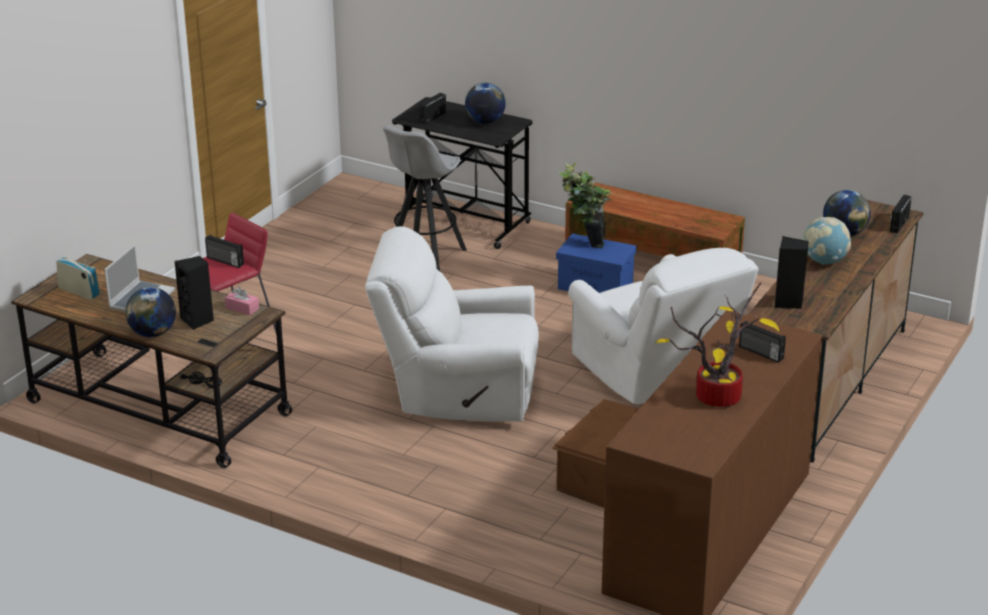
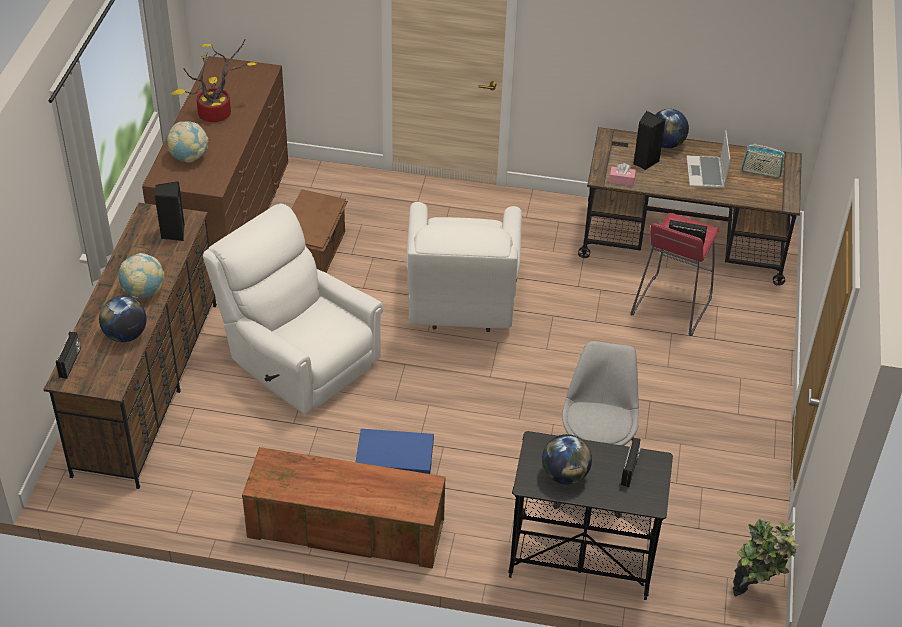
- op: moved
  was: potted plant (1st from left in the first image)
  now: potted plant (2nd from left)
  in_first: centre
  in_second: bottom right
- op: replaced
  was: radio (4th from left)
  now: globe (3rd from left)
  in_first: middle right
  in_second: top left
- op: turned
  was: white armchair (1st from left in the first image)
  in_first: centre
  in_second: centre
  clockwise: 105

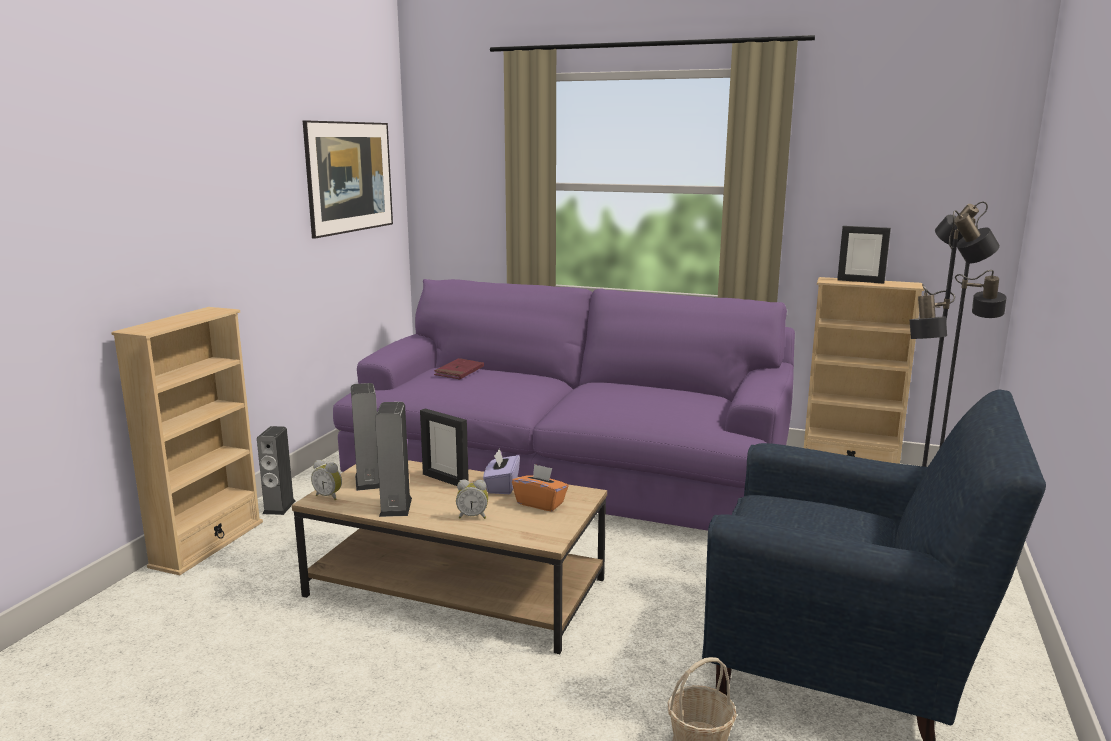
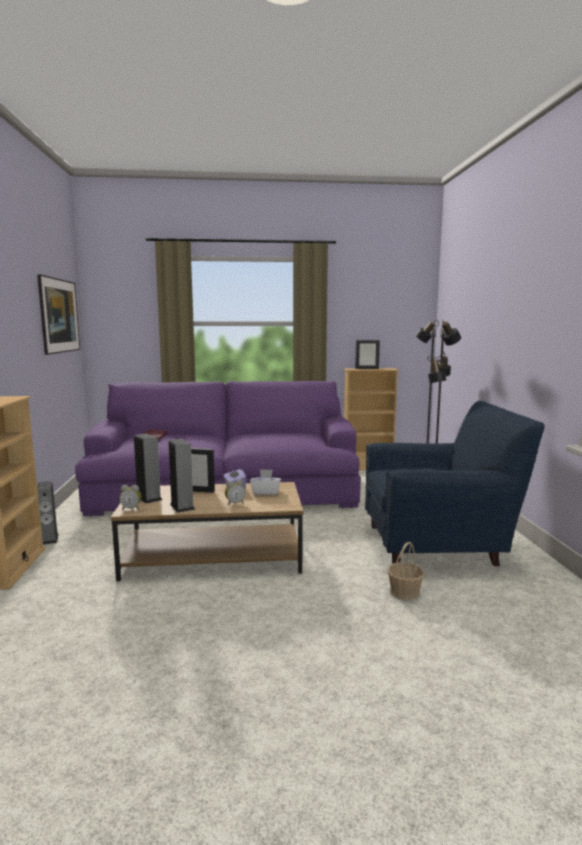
- op: recoloured
  was: orange tissue box
  now: white tissue box
  in_first: centre
  in_second: centre

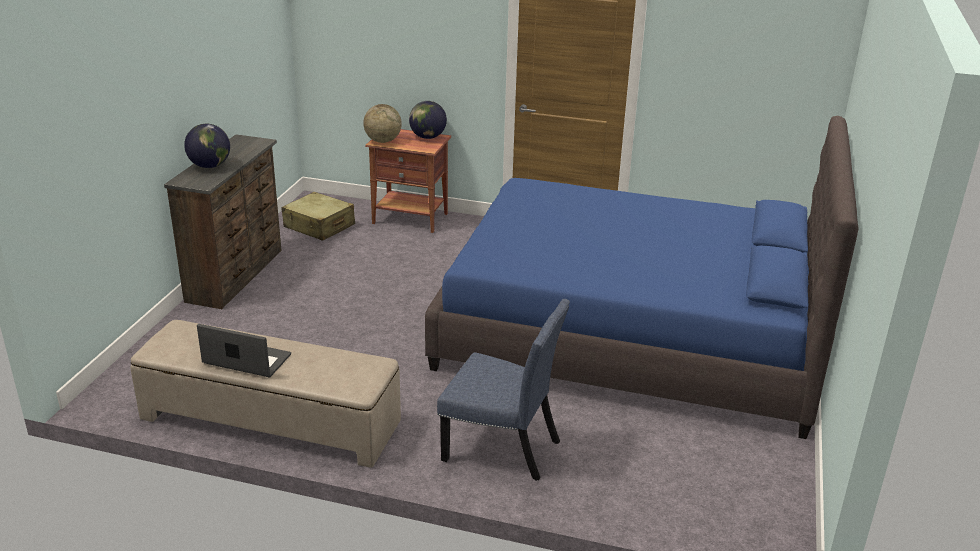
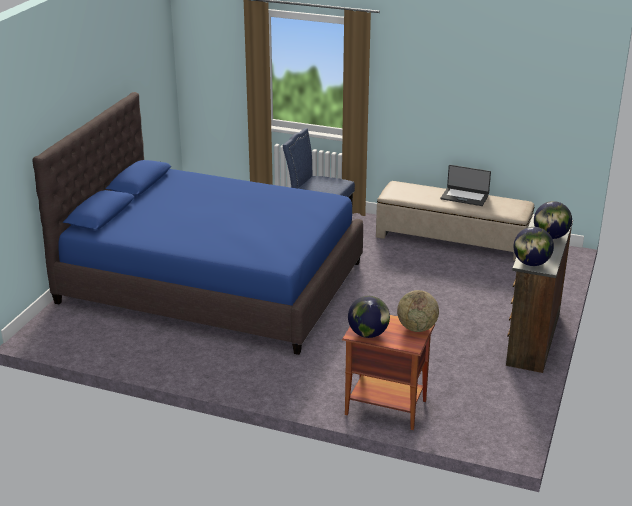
- op: removed
  was: beige suitcase
  in_first: middle left
- op: added
  now: globe (3rd from left)
  in_second: middle right

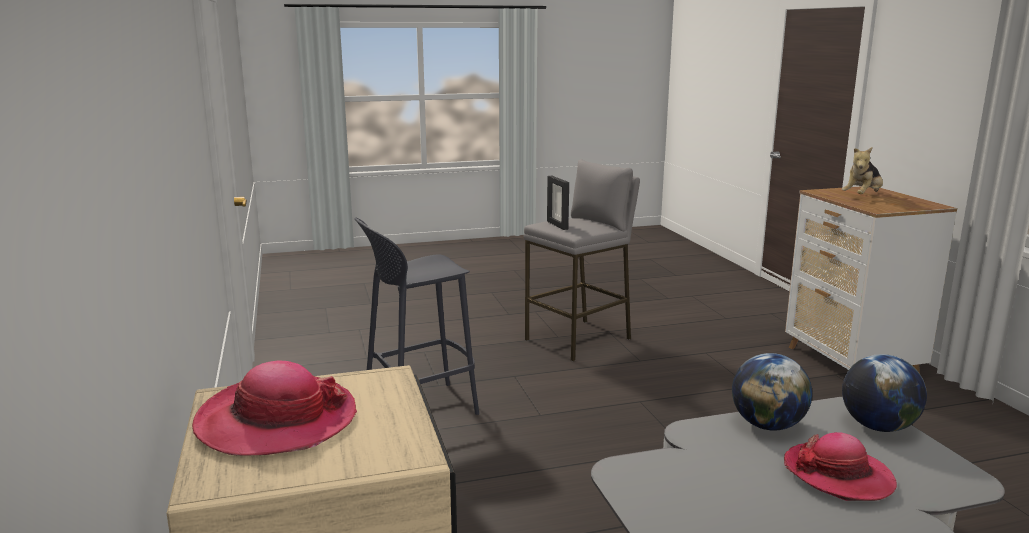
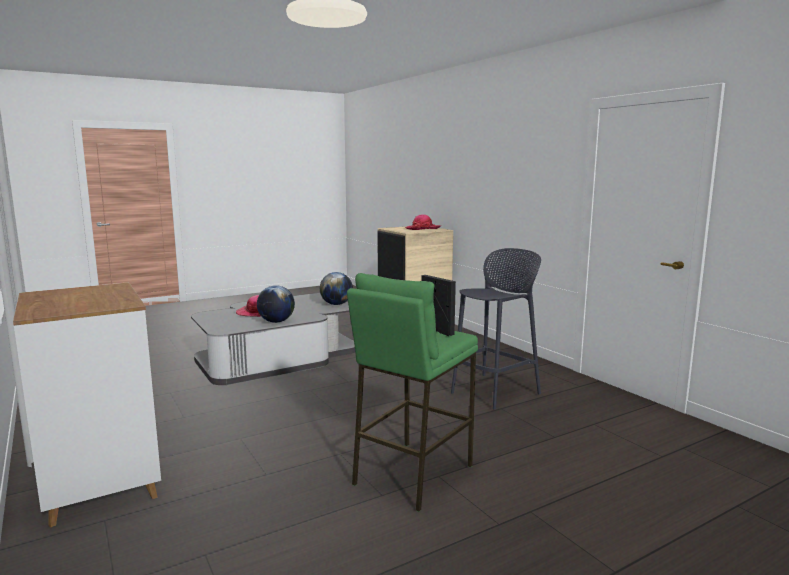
- op: removed
  was: plush toy
  in_first: top right
- op: moved
  was: globe (2nd from left)
  in_first: bottom right
  in_second: centre
- op: recoloured
  was: grey stool (2nd from left)
  now: green stool
  in_first: centre
  in_second: bottom centre

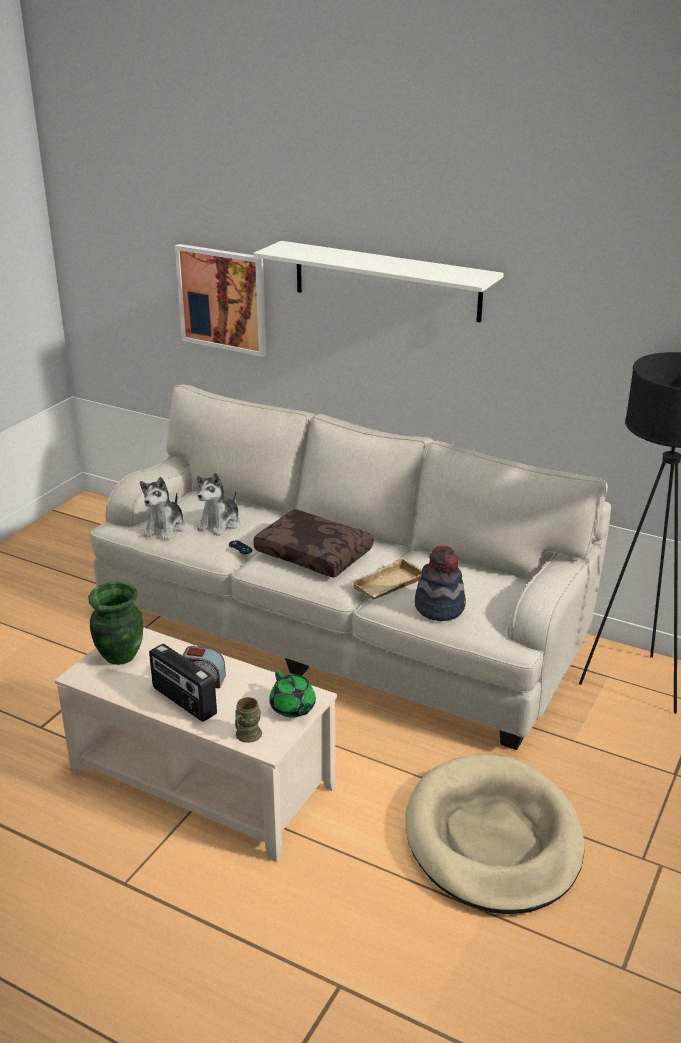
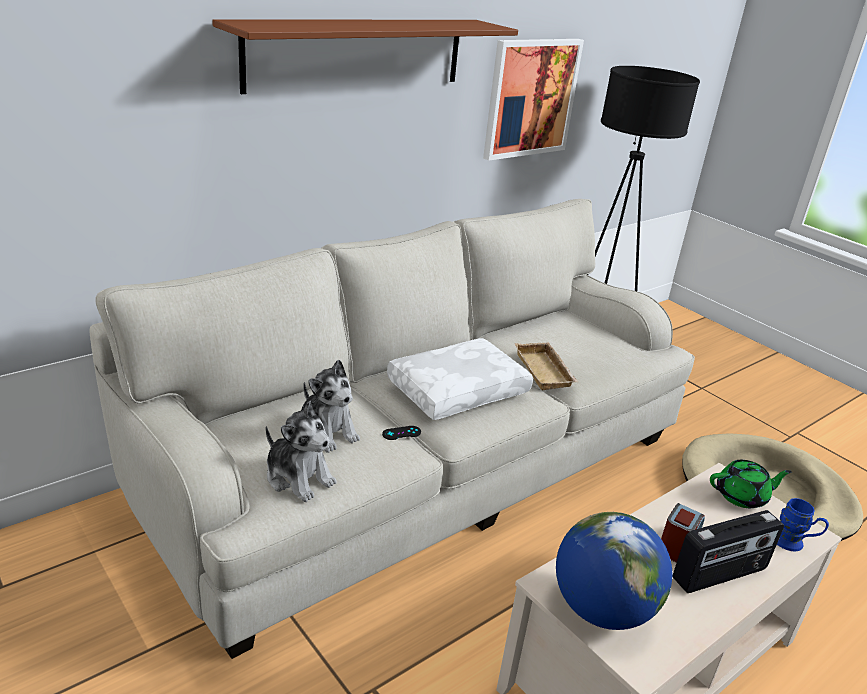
- op: removed
  was: hat
  in_first: centre
- op: moved
  was: picture
  in_first: top left
  in_second: top centre
- op: replaced
  was: green vase
  now: globe
  in_first: middle left
  in_second: bottom right
- op: recoloured
  was: brown mug
  now: blue mug
  in_first: bottom centre
  in_second: bottom right
- op: recoloured
  was: white shelf
  now: brown shelf
  in_first: top centre
  in_second: top centre
- op: recoloured
  was: brown pillow
  now: white pillow
  in_first: centre
  in_second: centre

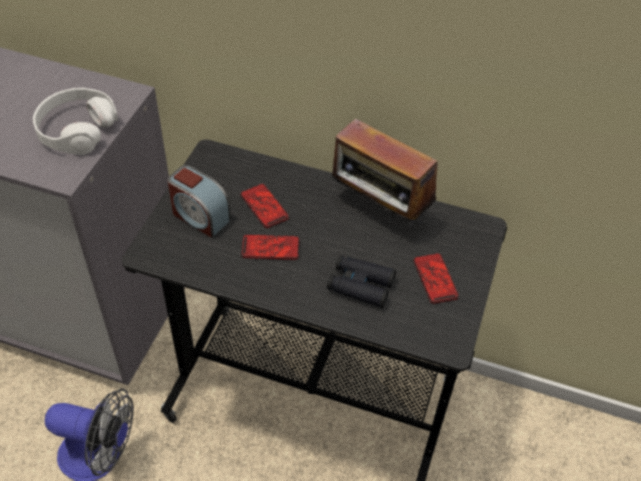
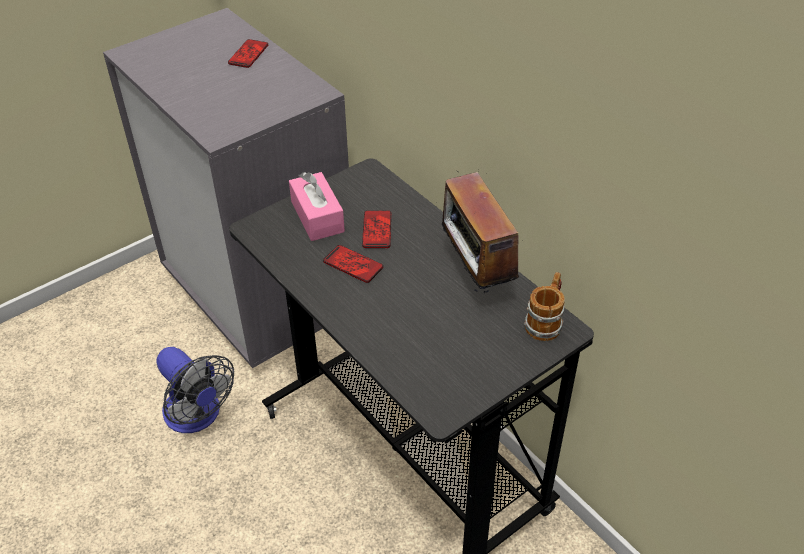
- op: removed
  was: white headphones
  in_first: top left
- op: removed
  was: black binoculars
  in_first: centre
- op: added
  now: mug
  in_second: middle right
- op: moved
  was: phone (3rd from left in the first image)
  now: phone (1st from left)
  in_first: middle right
  in_second: top left
- op: replaced
  was: alarm clock
  now: pink tissue box
  in_first: middle left
  in_second: centre

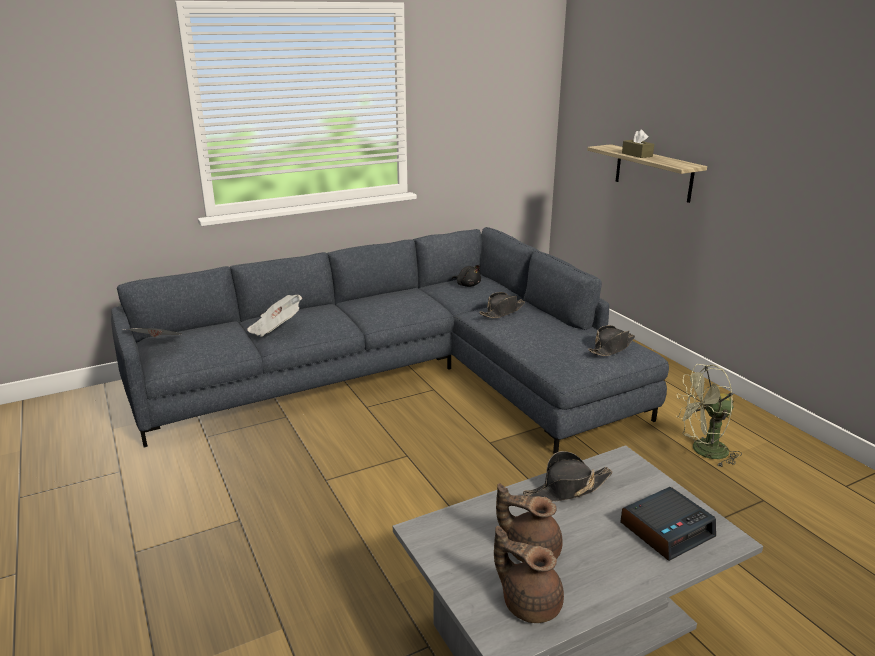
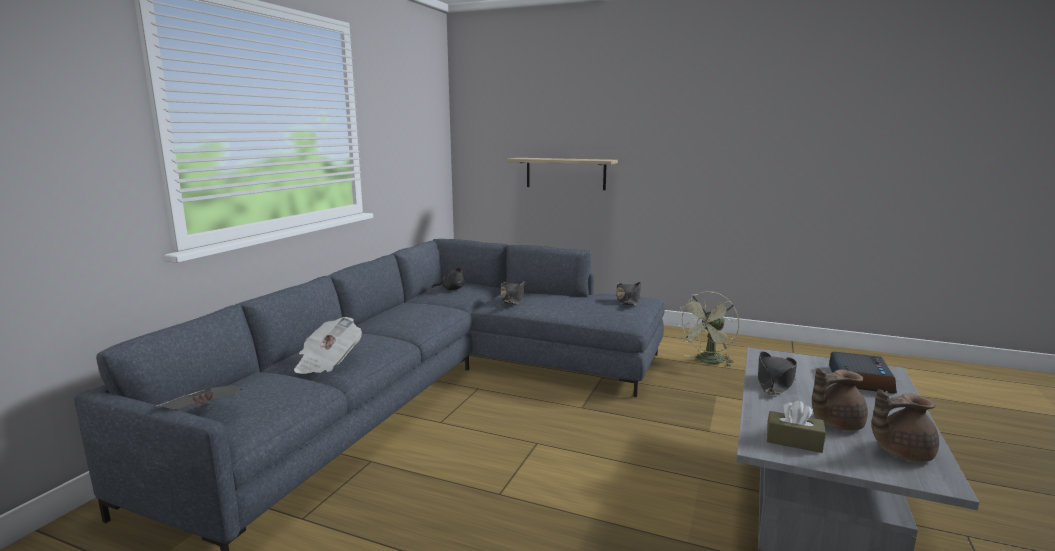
- op: moved
  was: brown tissue box
  in_first: top right
  in_second: bottom right

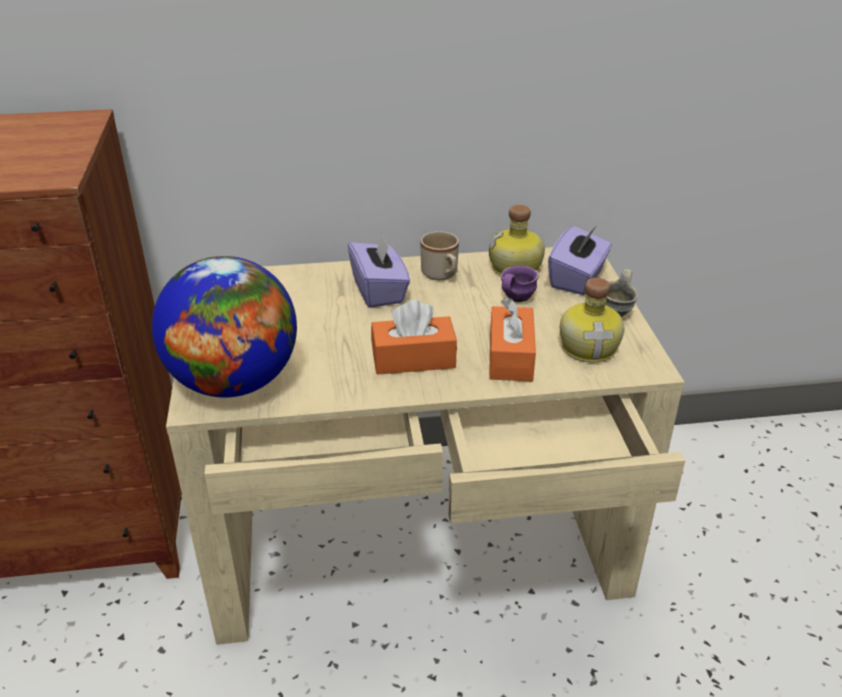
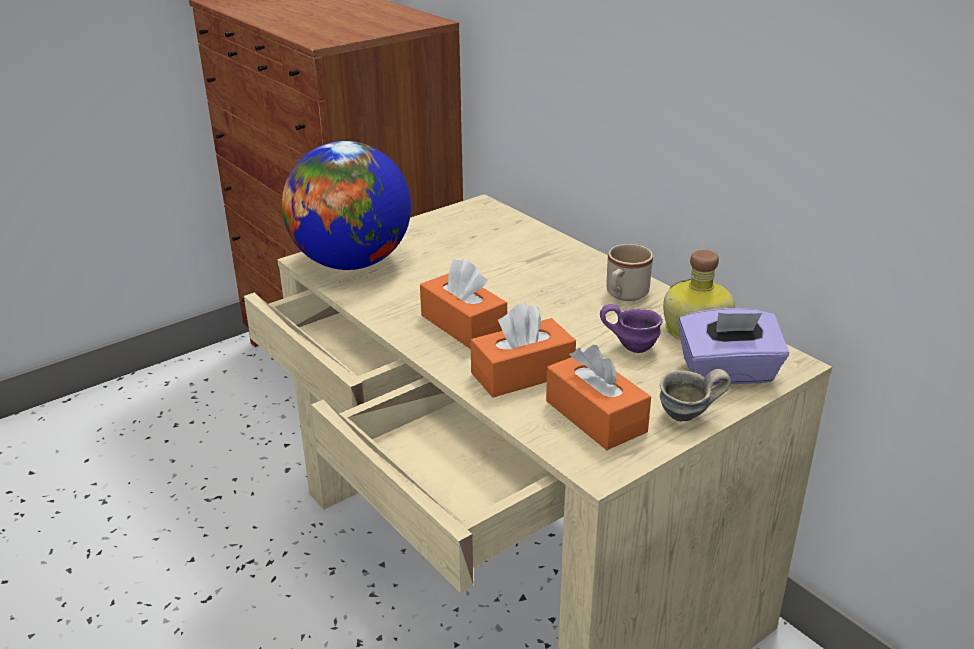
- op: removed
  was: purple tissue box (1st from left)
  in_first: centre
- op: replaced
  was: bottle (2nd from left)
  now: orange tissue box (3rd from left)
  in_first: middle right
  in_second: centre

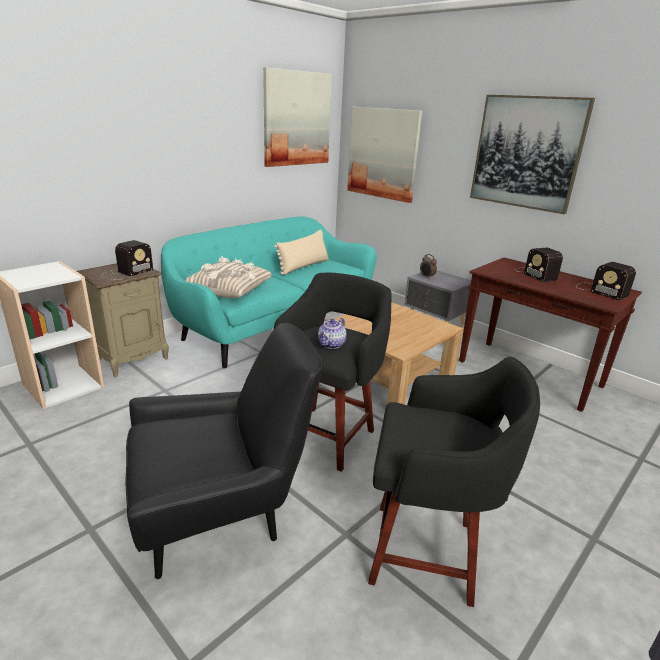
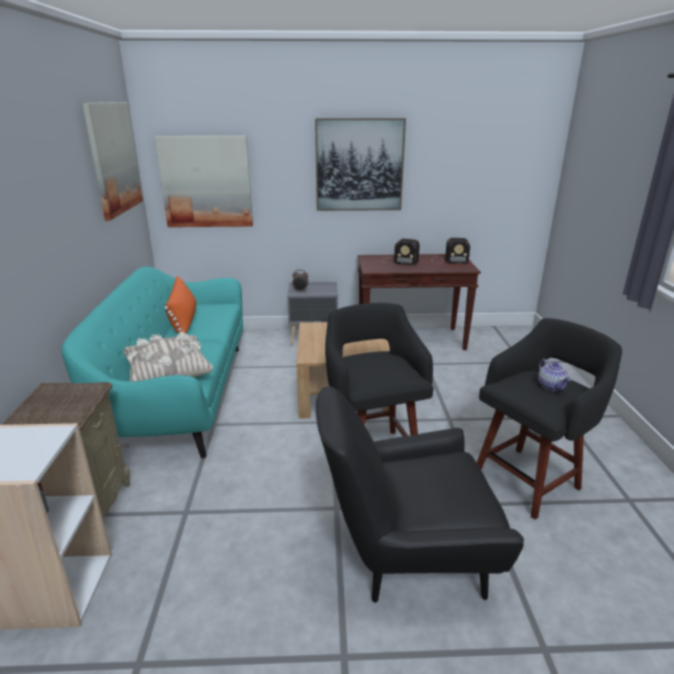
- op: removed
  was: radio (1st from left)
  in_first: middle left
- op: moved
  was: teapot
  in_first: centre
  in_second: middle right
- op: recoloured
  was: beige pillow (2nd from left)
  now: orange pillow
  in_first: centre
  in_second: middle left
- op: turned
  was: black armchair
  in_first: bottom centre
  in_second: bottom centre
  clockwise: -120

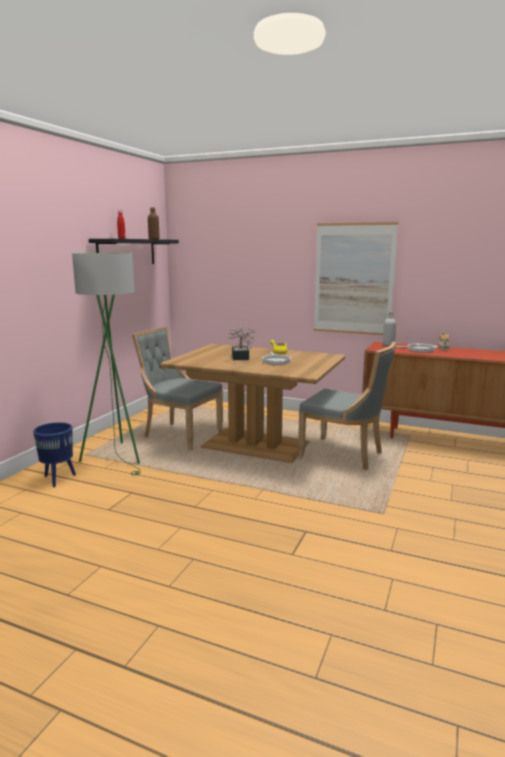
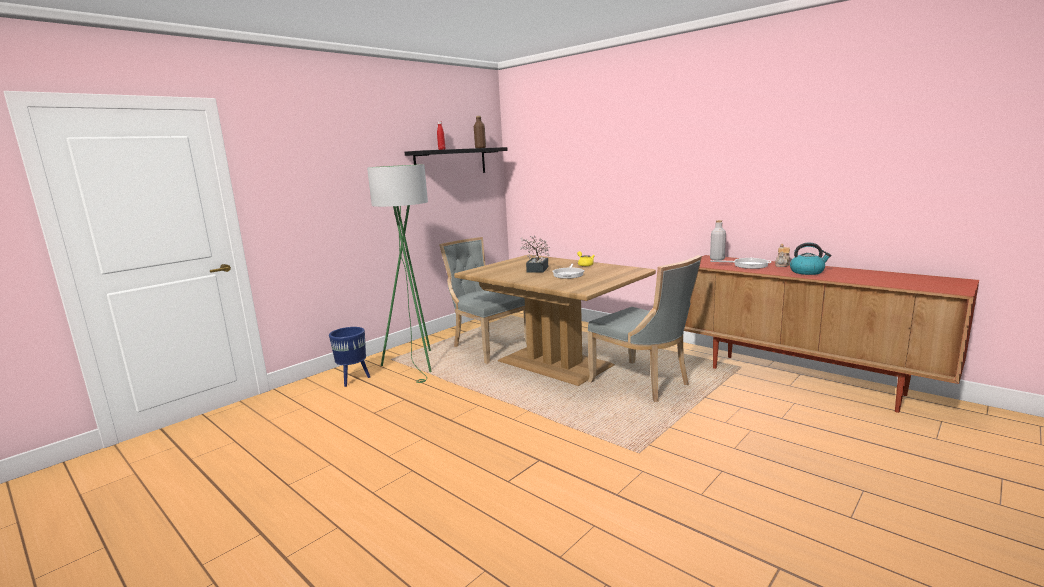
- op: removed
  was: picture
  in_first: middle right
- op: added
  now: kettle
  in_second: middle right

